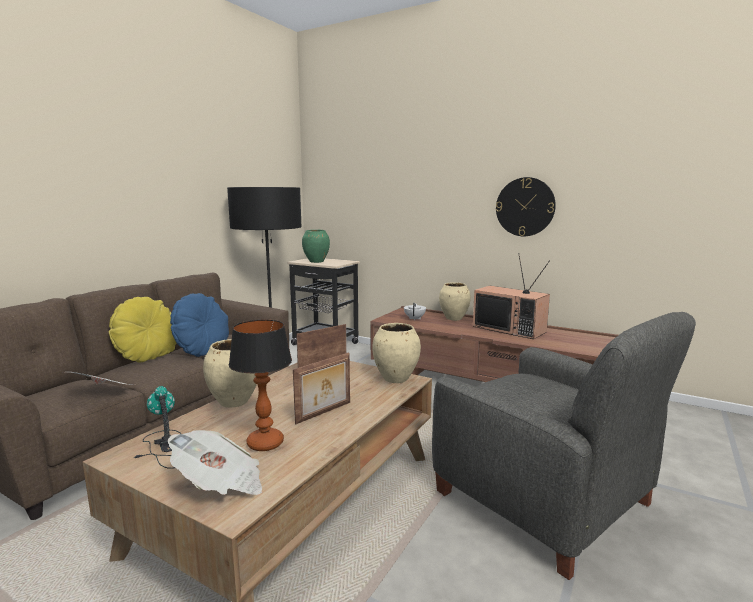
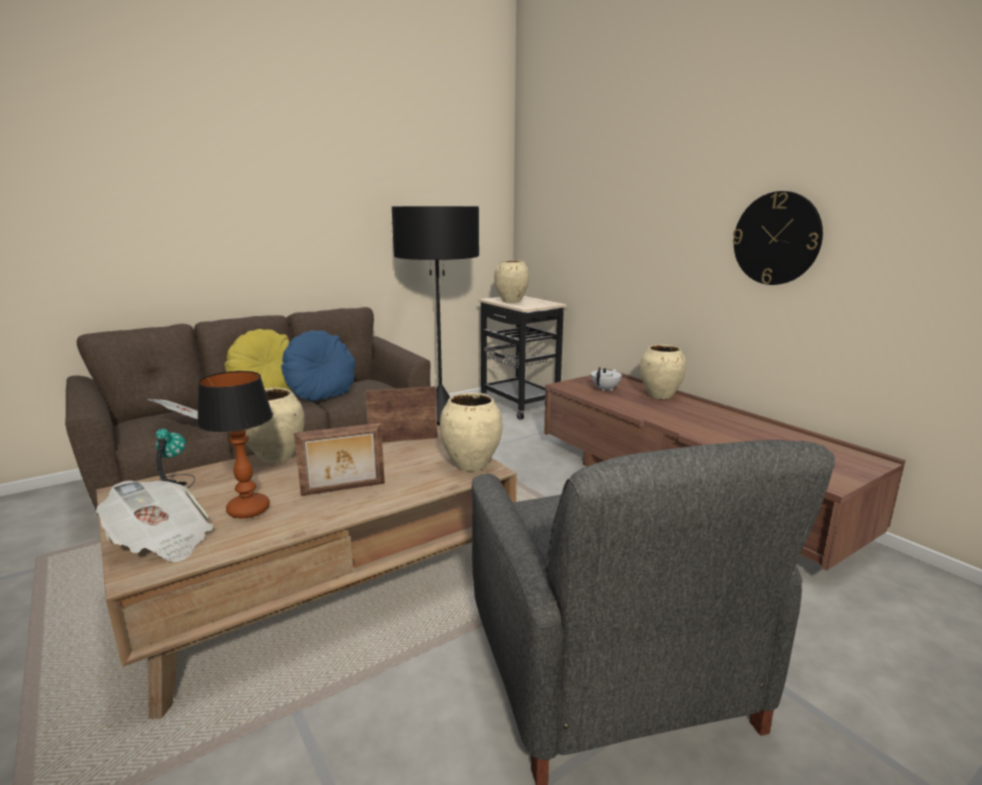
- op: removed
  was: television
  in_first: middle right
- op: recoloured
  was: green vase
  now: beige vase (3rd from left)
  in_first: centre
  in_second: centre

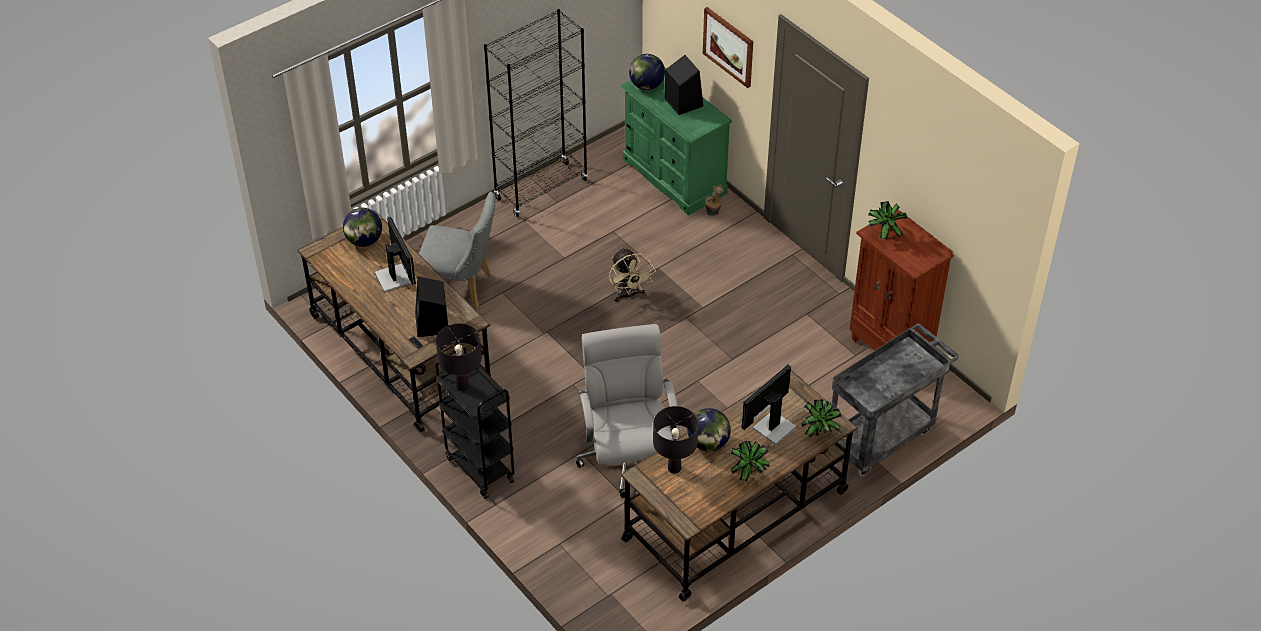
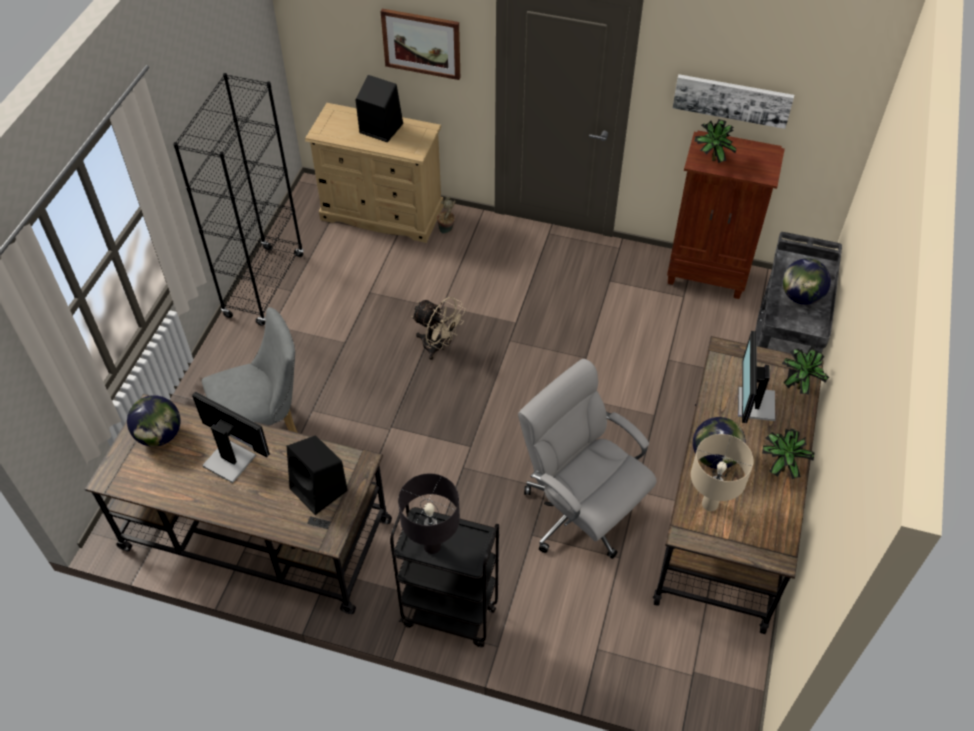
- op: added
  now: picture (2nd from left)
  in_second: top right
- op: moved
  was: globe (2nd from left in the first image)
  now: globe (3rd from left)
  in_first: top centre
  in_second: middle right
- op: recoloured
  was: green dresser
  now: beige dresser
  in_first: top centre
  in_second: top centre
- op: recoloured
  was: black table lamp (2nd from left)
  now: beige table lamp
  in_first: bottom centre
  in_second: middle right

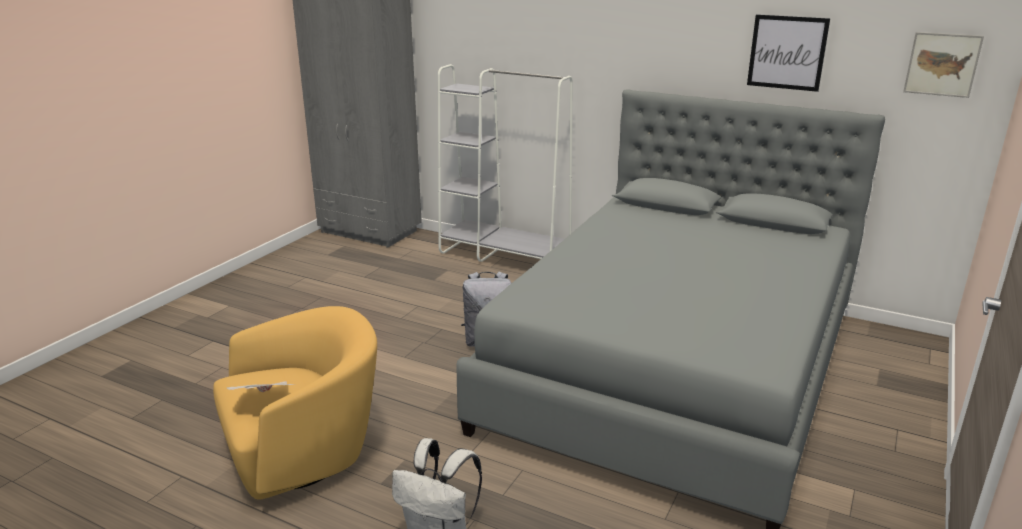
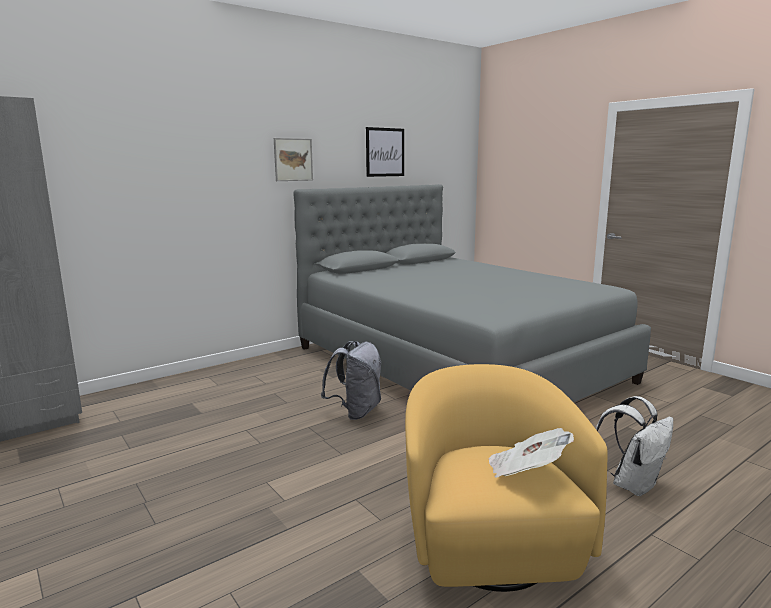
- op: removed
  was: grey clothes rack
  in_first: top centre
- op: moved
  was: picture (2nd from left in the first image)
  now: picture (1st from left)
  in_first: top right
  in_second: top centre

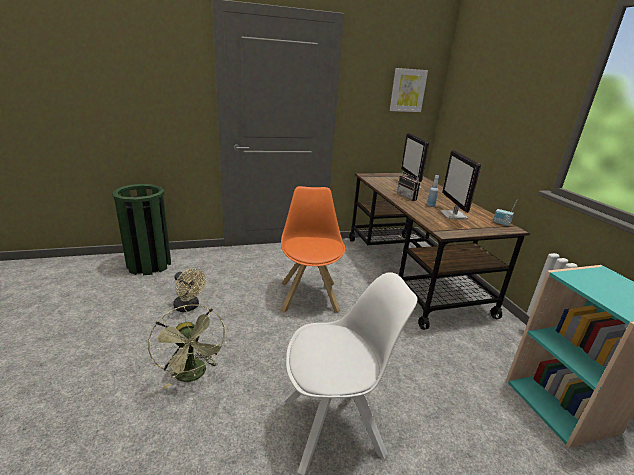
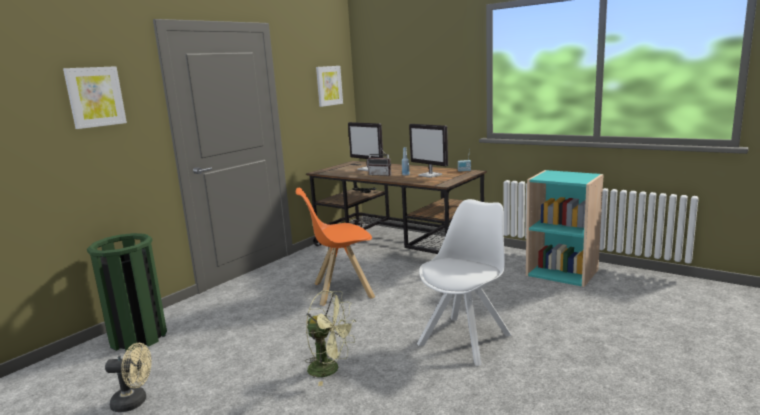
- op: added
  now: picture (1st from left)
  in_second: top left
- op: moved
  was: beige fan
  in_first: middle left
  in_second: bottom left
- op: turned
  was: orange chair
  in_first: centre
  in_second: centre
  clockwise: -60

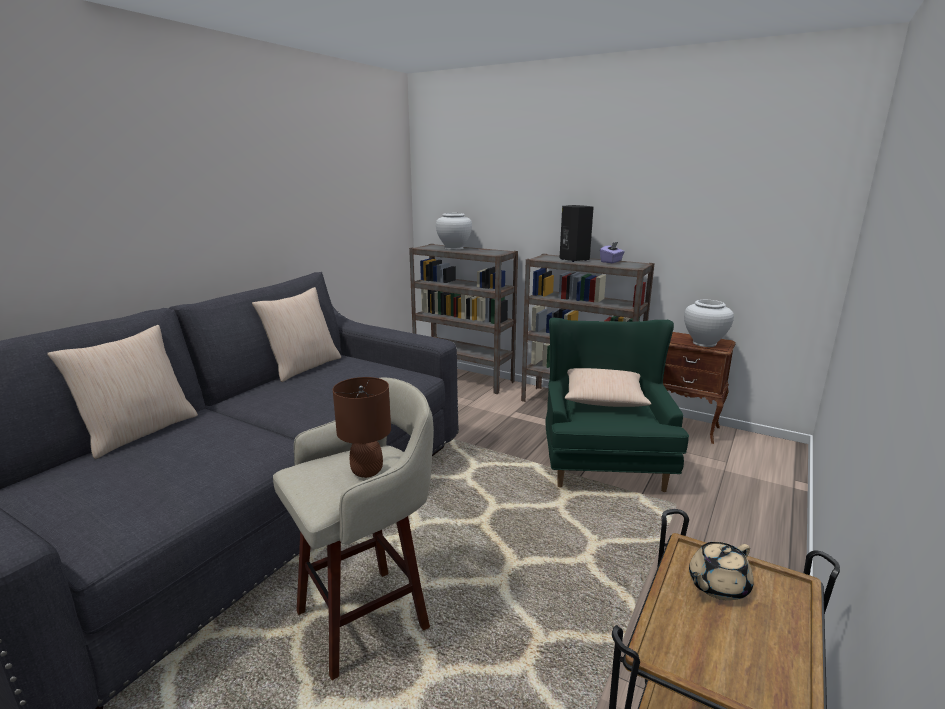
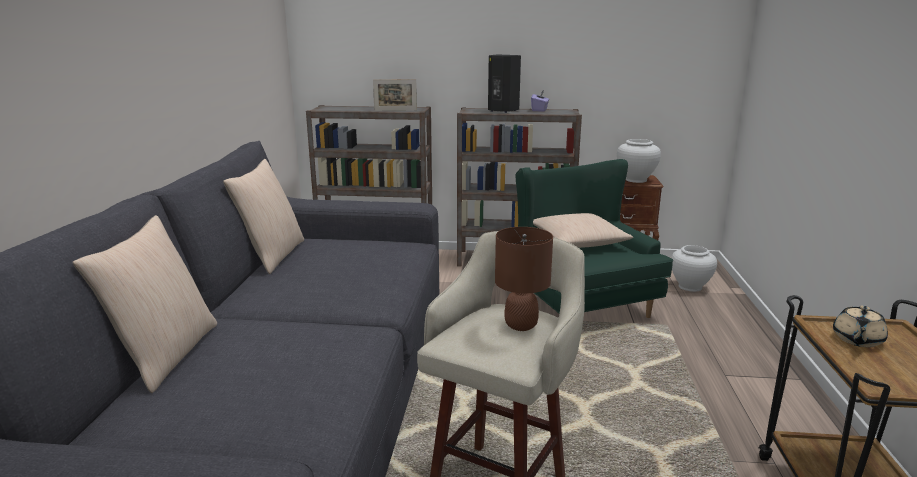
- op: added
  now: picture frame
  in_second: top centre
- op: moved
  was: white vase (1st from left in the first image)
  now: white vase (2nd from left)
  in_first: top centre
  in_second: middle right

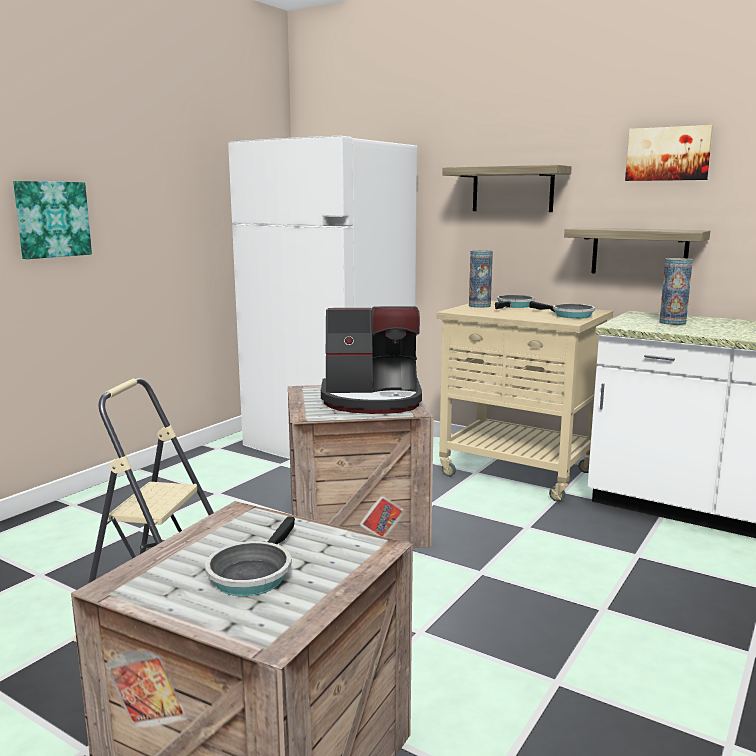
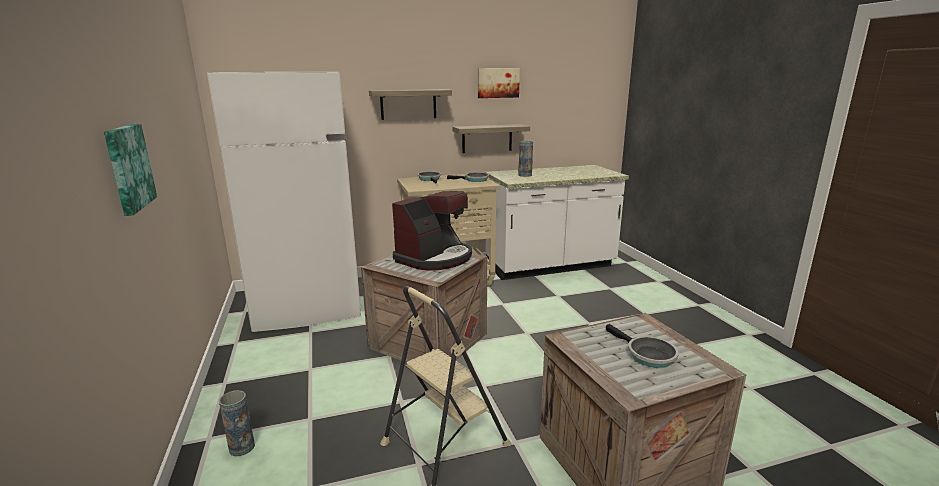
- op: moved
  was: vase (1st from left)
  in_first: centre
  in_second: bottom left

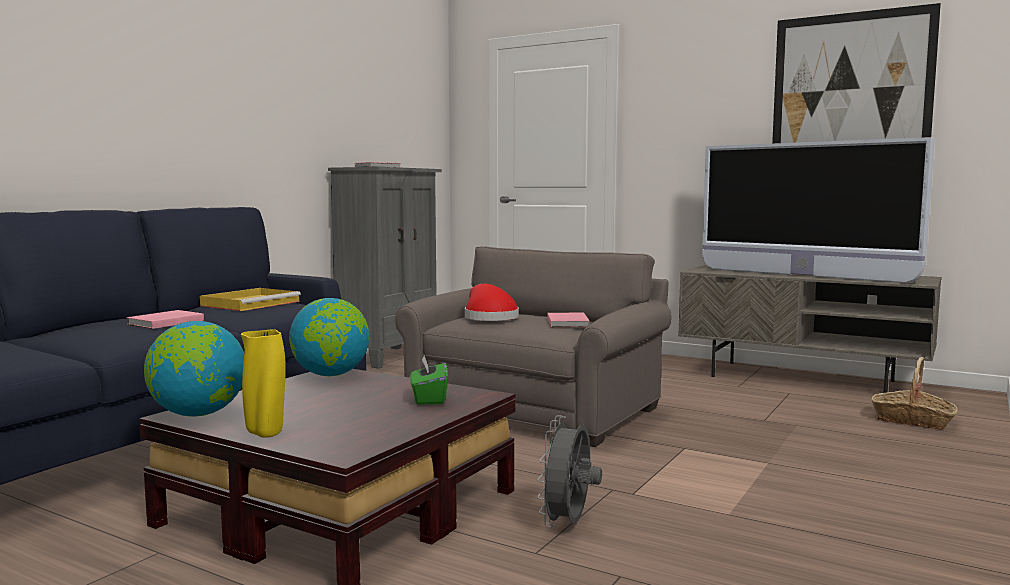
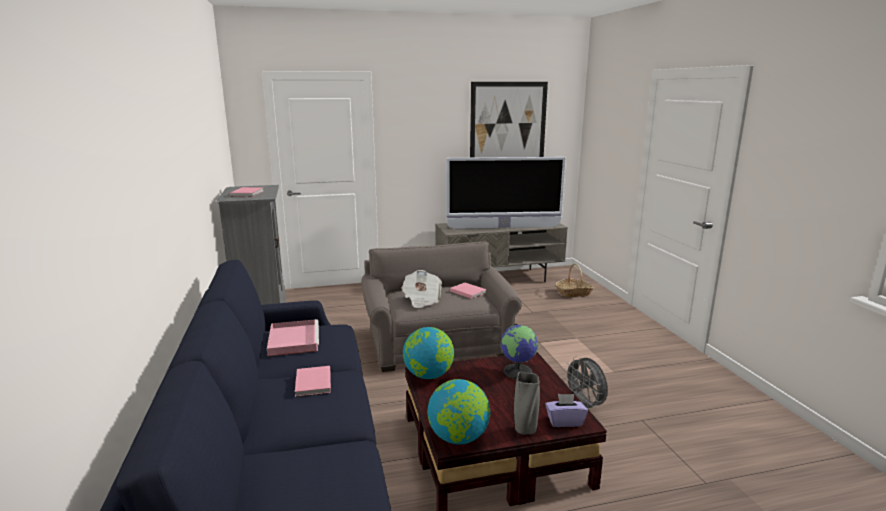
- op: added
  now: purple tissue box
  in_second: bottom centre
- op: replaced
  was: green tissue box
  now: globe (3rd from left)
  in_first: centre
  in_second: bottom centre
- op: replaced
  was: red hat
  now: newspaper
  in_first: centre
  in_second: centre
- op: recoloured
  was: yellow tray
  now: pink tray
  in_first: middle left
  in_second: middle left
- op: recoloured
  was: yellow vase
  now: grey vase
  in_first: middle left
  in_second: bottom centre

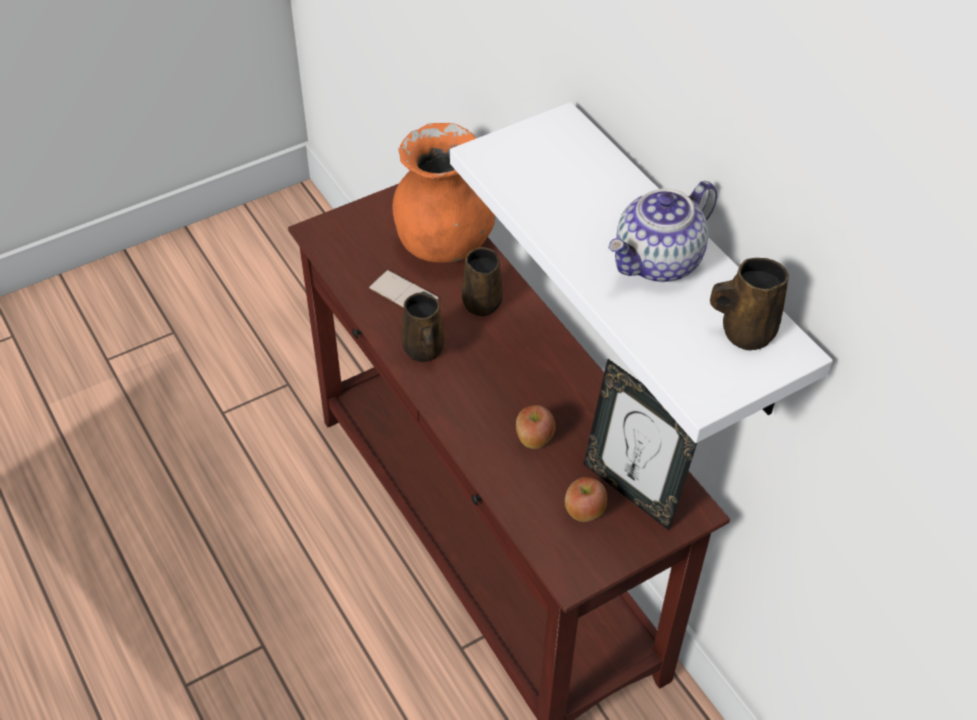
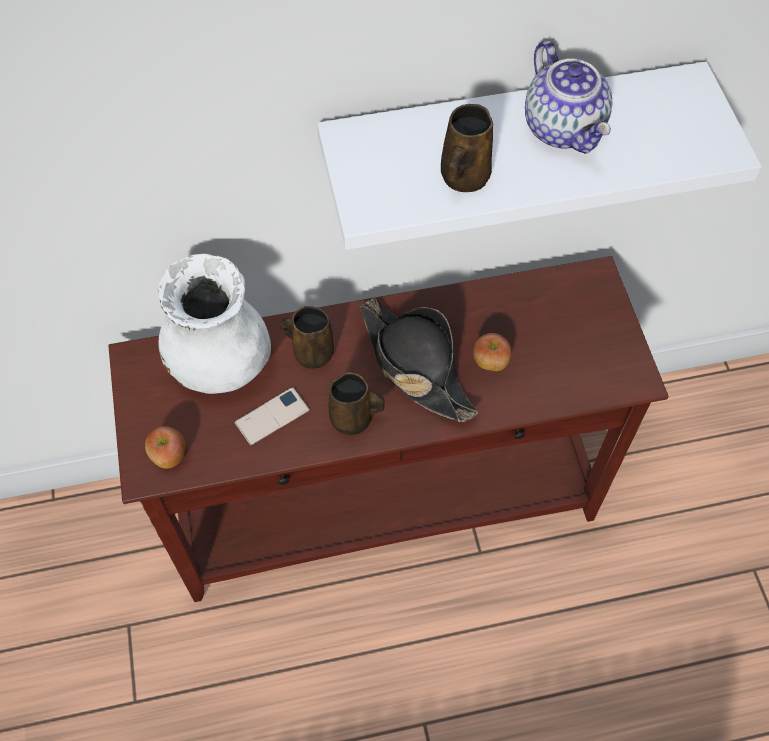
- op: removed
  was: picture frame
  in_first: centre
- op: added
  now: black hat
  in_second: centre
- op: moved
  was: apple (2nd from left in the first image)
  now: apple (1st from left)
  in_first: bottom centre
  in_second: middle left
- op: moved
  was: brown mug (3rd from left)
  in_first: middle right
  in_second: top centre
- op: recoloured
  was: orange vase
  now: white vase
  in_first: top centre
  in_second: middle left

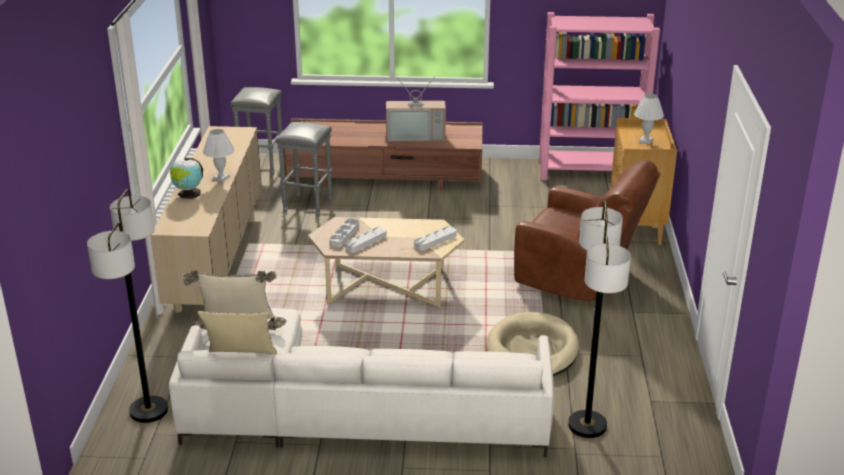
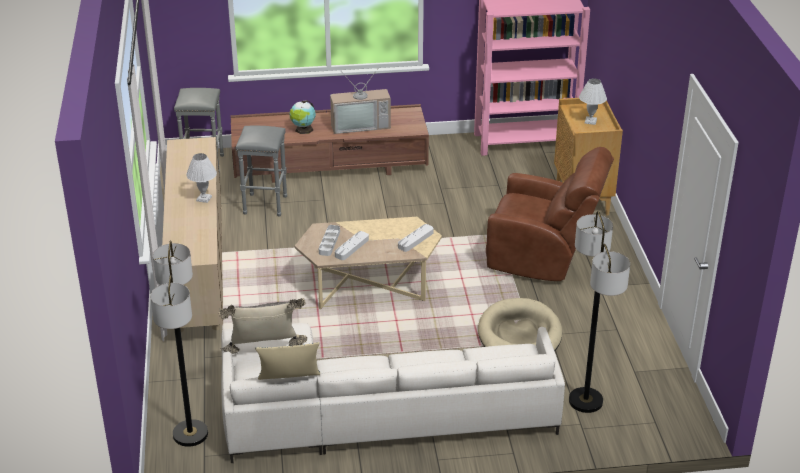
- op: moved
  was: globe
  in_first: middle left
  in_second: top centre

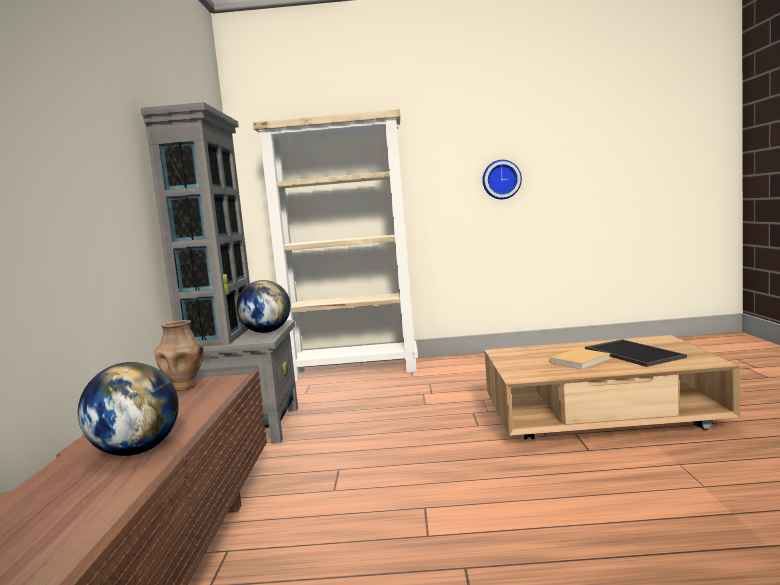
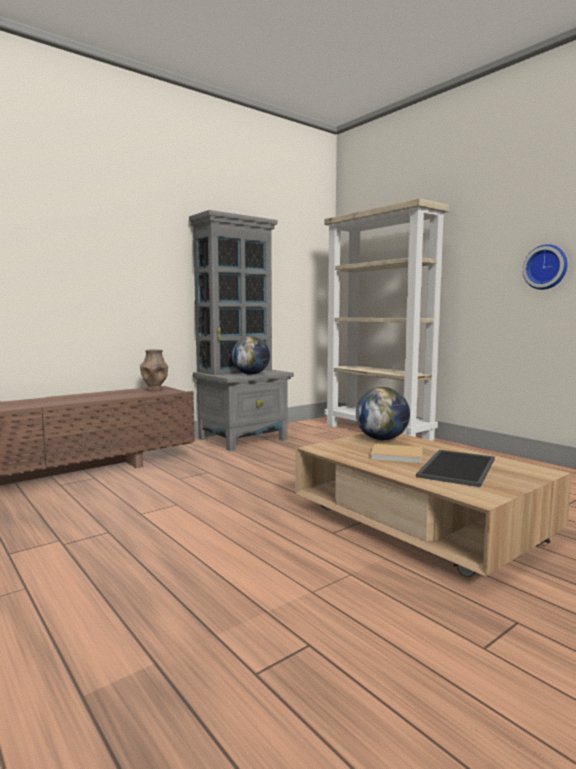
- op: moved
  was: globe (1st from left in the first image)
  now: globe (2nd from left)
  in_first: bottom left
  in_second: centre

